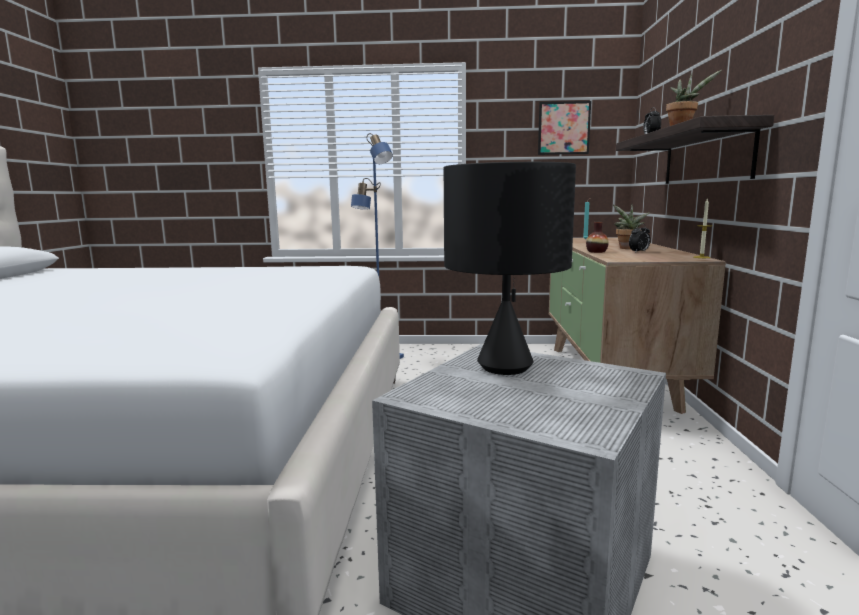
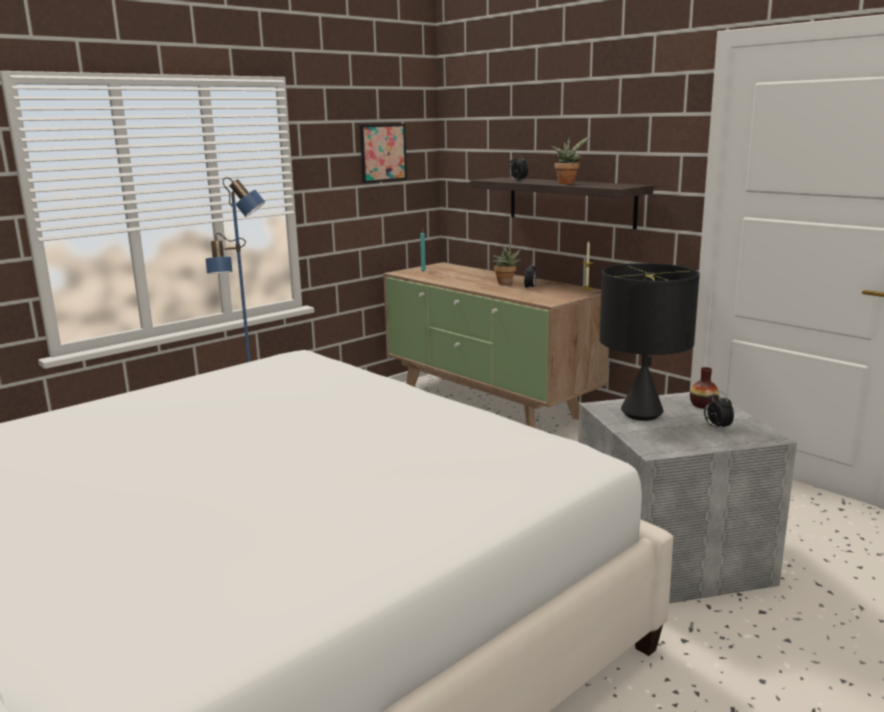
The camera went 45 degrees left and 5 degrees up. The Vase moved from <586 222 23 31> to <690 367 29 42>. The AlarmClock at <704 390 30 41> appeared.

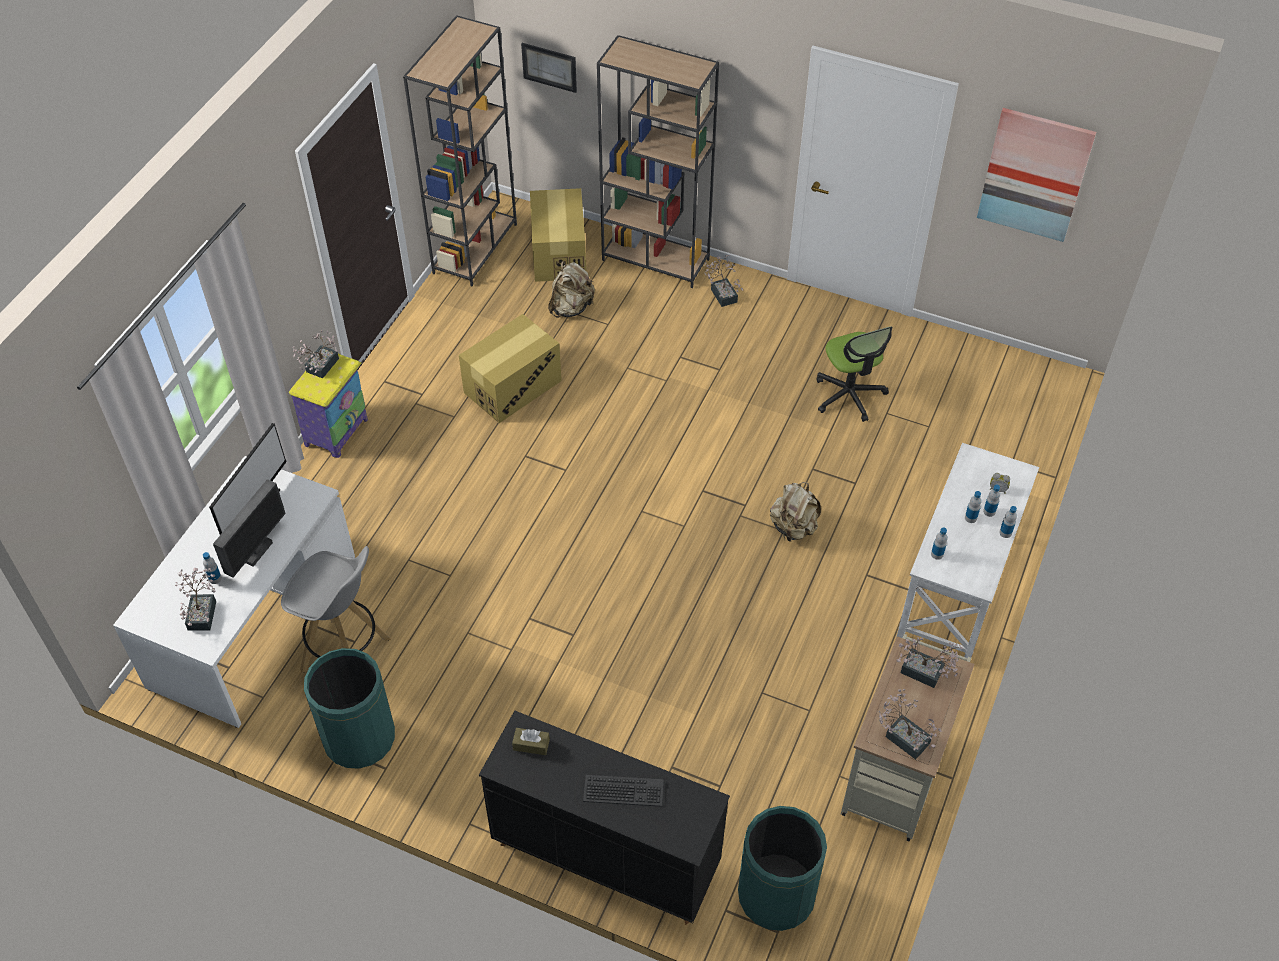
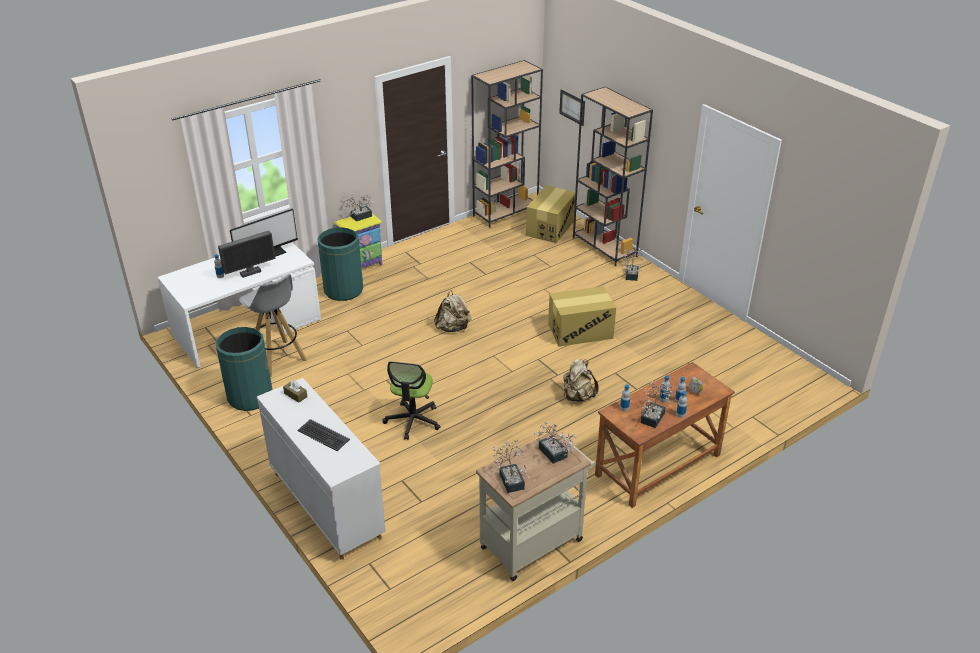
The camera went 30 degrees right and 15 degrees down. The BlackCabinet at <479 711 251 214> became the WhiteCabinet at <257 378 128 182>. The GreenTrashCan moved from <738 806 89 125> to <317 227 46 74>. The OfficeChair moved from <816 326 76 96> to <382 361 58 79>. The BeigeBackpack moved from <548 261 47 57> to <434 290 38 42>. The CardboardBox moved from <459 314 103 109> to <548 286 68 61>. The WhiteDesk at <896 443 143 215> became the BrownDesk at <595 362 140 146>. The PottedPlant moved from <175 568 41 62> to <641 381 32 47>. The Picture at <977 108 119 134> disappeared.

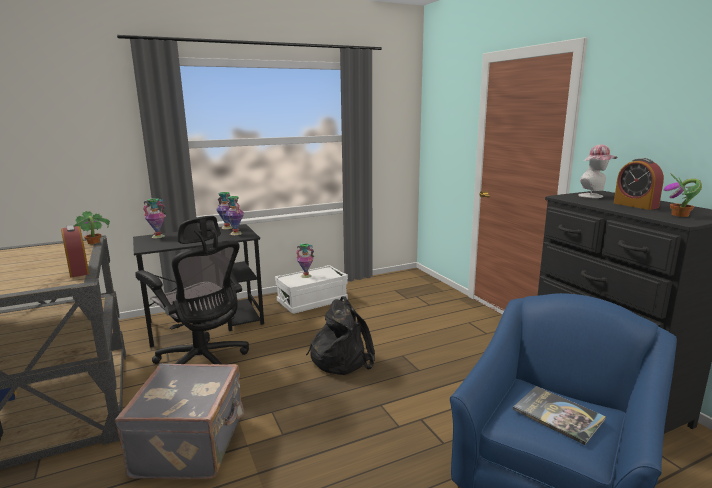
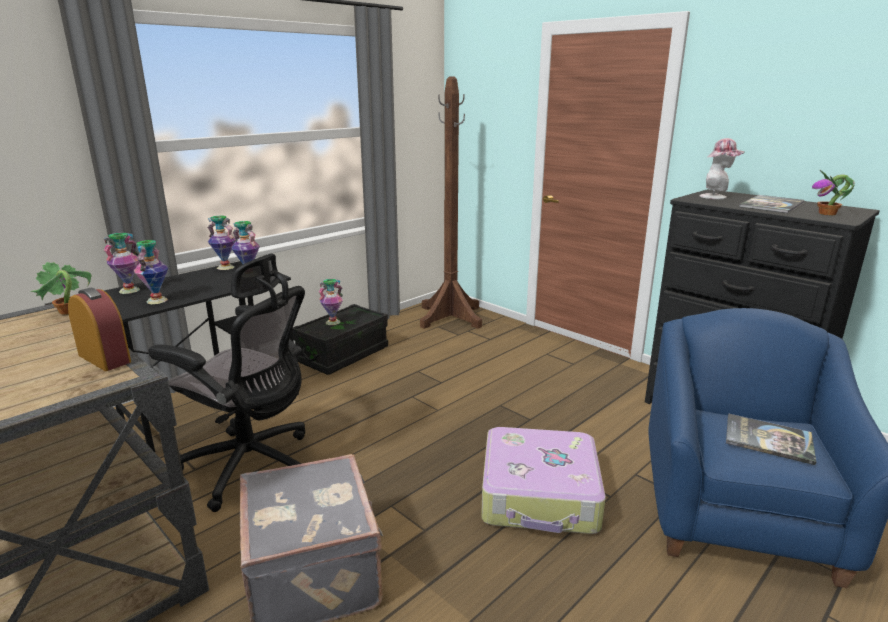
The camera went 20 degrees left and 5 degrees up. The Vase at <134 240 34 64> appeared. The WhiteStorageBox at <275 265 73 49> became the BlackStorageBox at <292 304 96 71>. The BrownClothesRack at <420 76 62 253> appeared. The Suitcase at <481 427 125 107> appeared. The AlarmClock at <614 158 50 52> was replaced by the Book at <739 195 65 18>. The BlackBackpack at <306 296 69 79> disappeared.

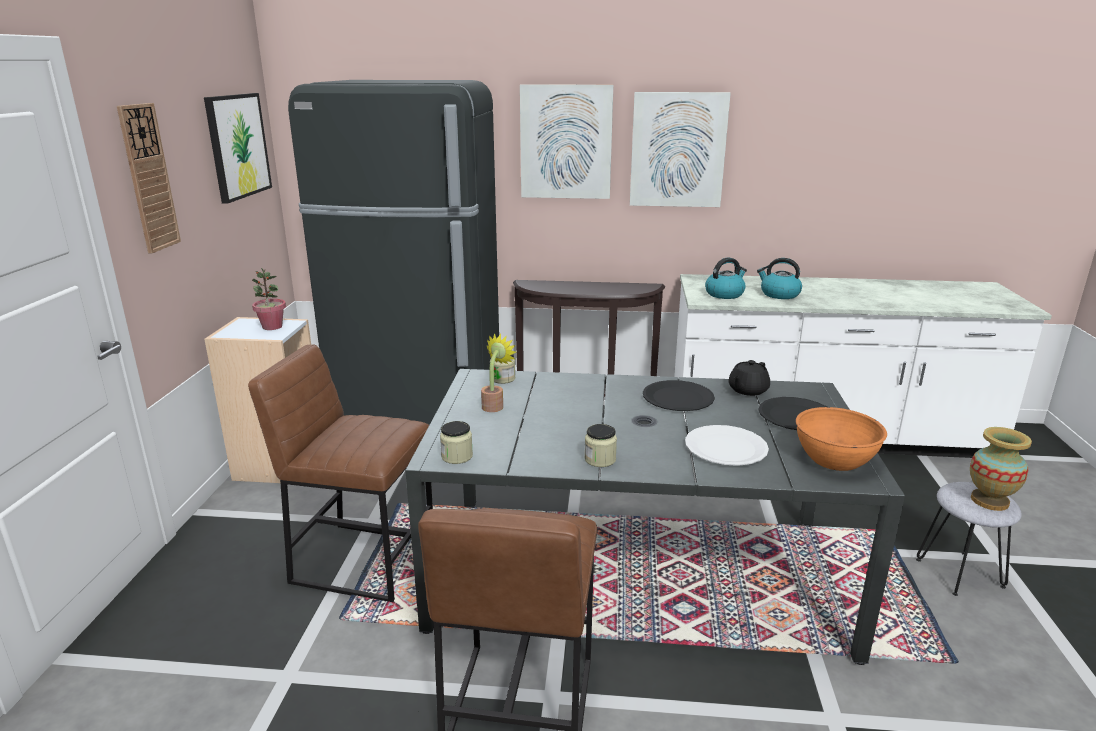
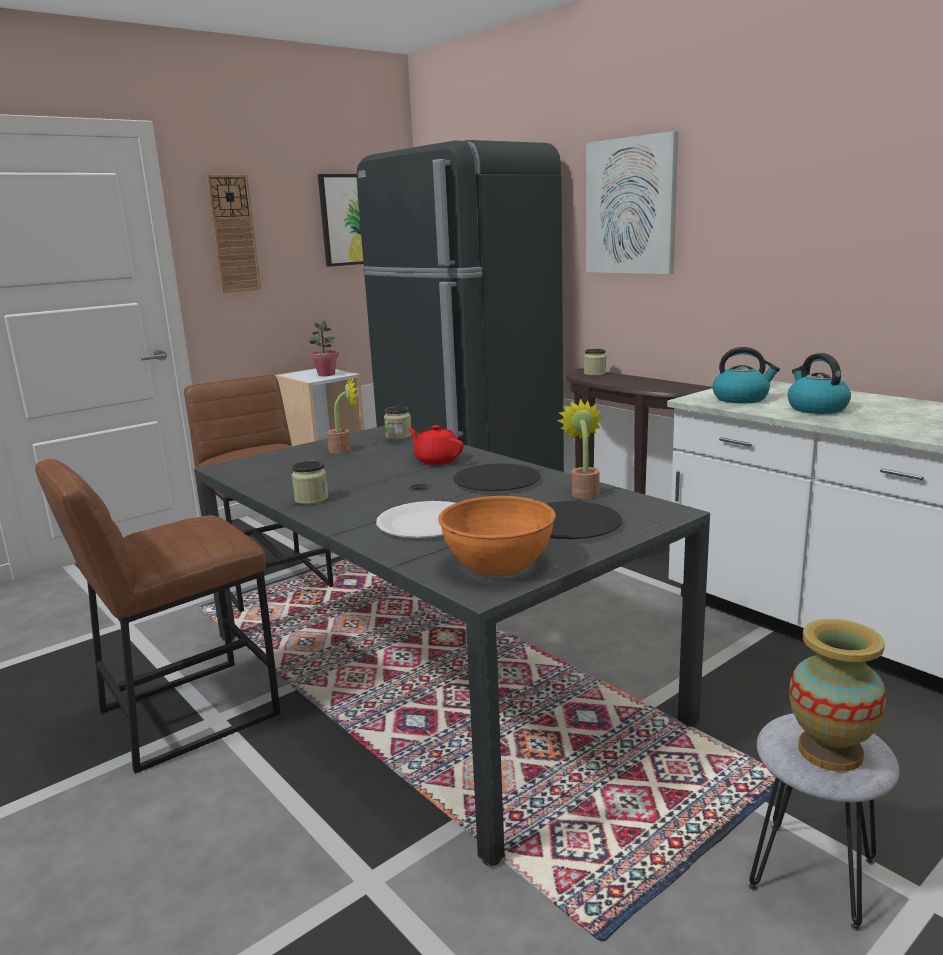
The camera went 45 degrees right and 5 degrees down. The RedTeapot at <408 425 56 40> appeared. The BlackTeapot at <728 360 42 36> was replaced by the PottedPlant at <557 399 45 100>. The Jar moved from <440 421 33 43> to <584 349 22 27>. The Picture at <630 92 101 115> disappeared.

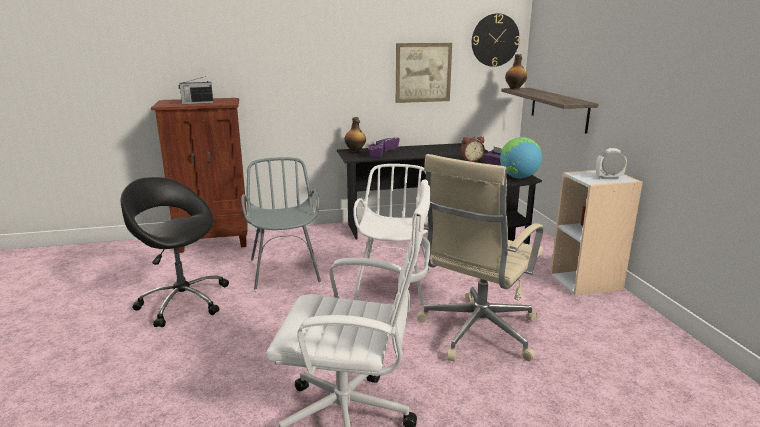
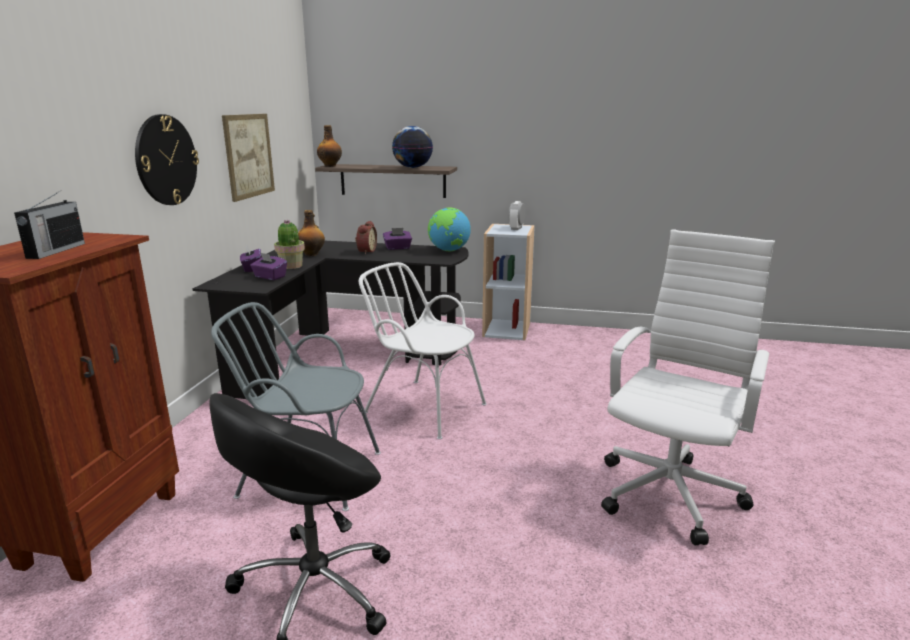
The camera went 65 degrees left and 0 degrees up. The WallClock moved from <472 13 48 54> to <135 114 64 91>. The PottedPlant at <274 220 31 49> appeared. The Bottle moved from <345 117 21 36> to <298 210 27 46>. The Globe at <392 126 41 42> appeared. The BeigeOfficeChair at <417 154 126 207> disappeared.

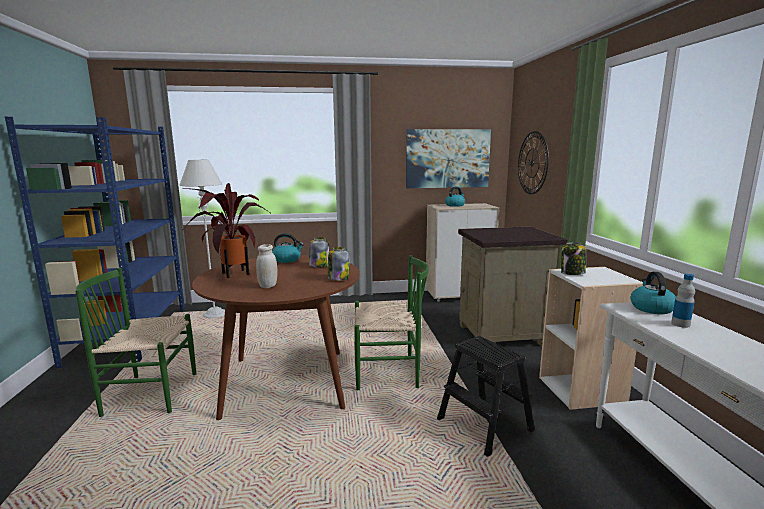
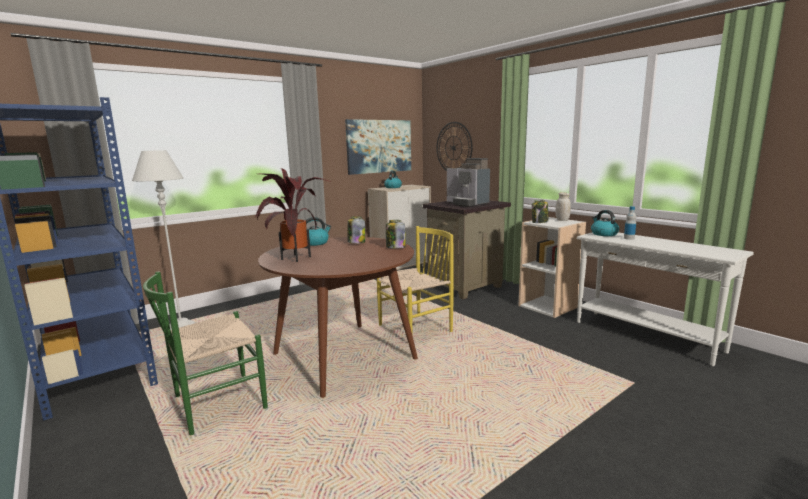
The camera went 30 degrees left and 0 degrees up. The GreenChair at <354 255 75 135> became the YellowChair at <377 226 77 106>. The CoffeeMachine at <447 158 43 49> appeared. The WhiteJar moved from <256 244 22 44> to <555 192 16 29>. The BlackStepLadder at <437 336 98 121> disappeared.

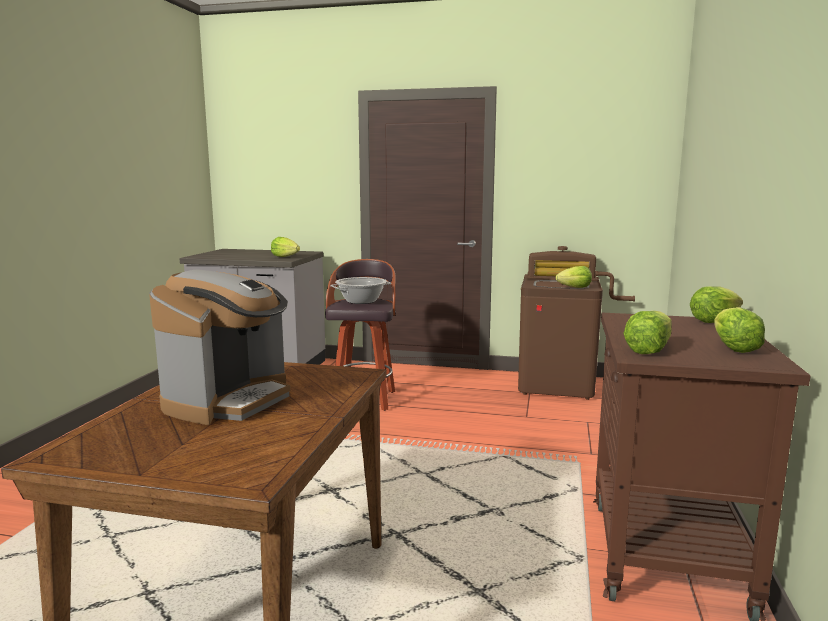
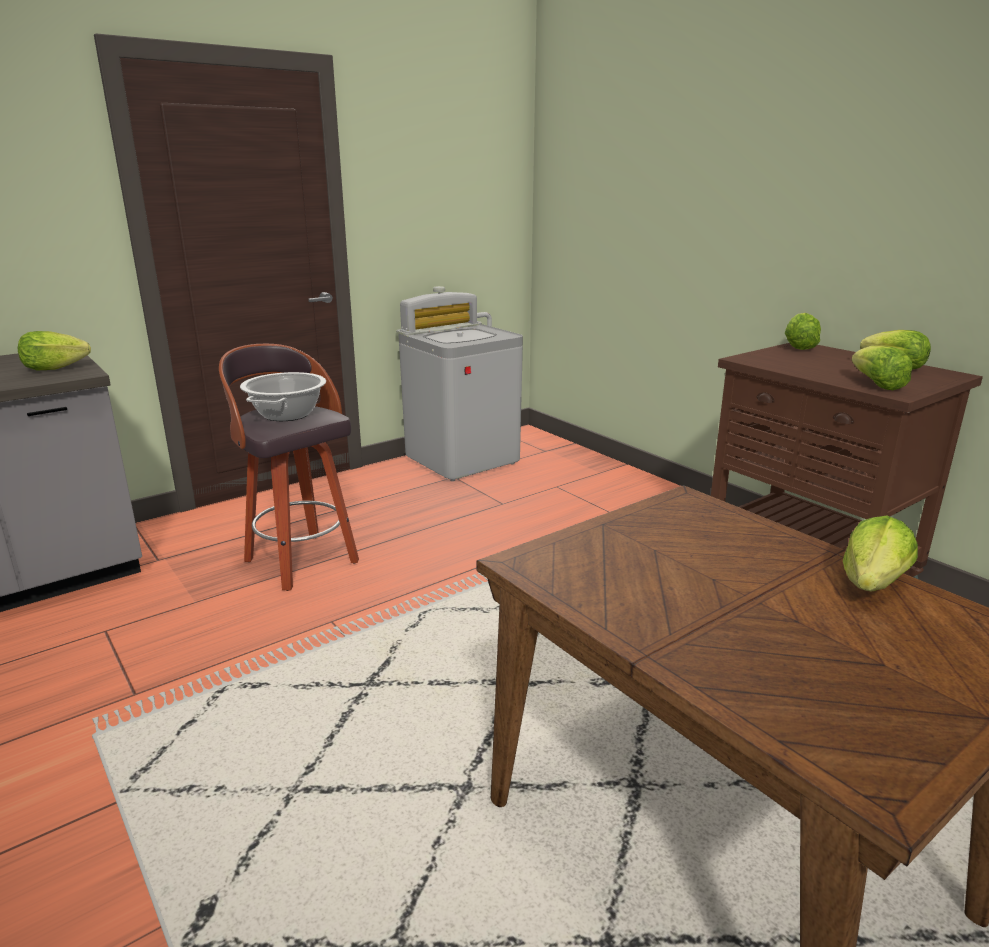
The camera went 50 degrees left and 10 degrees up. The BrownWashingMachine at <518 246 117 154> became the GreyWashingMachine at <396 286 127 195>. The Lettuce moved from <555 266 37 22> to <843 516 75 76>. The CoffeeMachine at <149 270 141 155> disappeared.

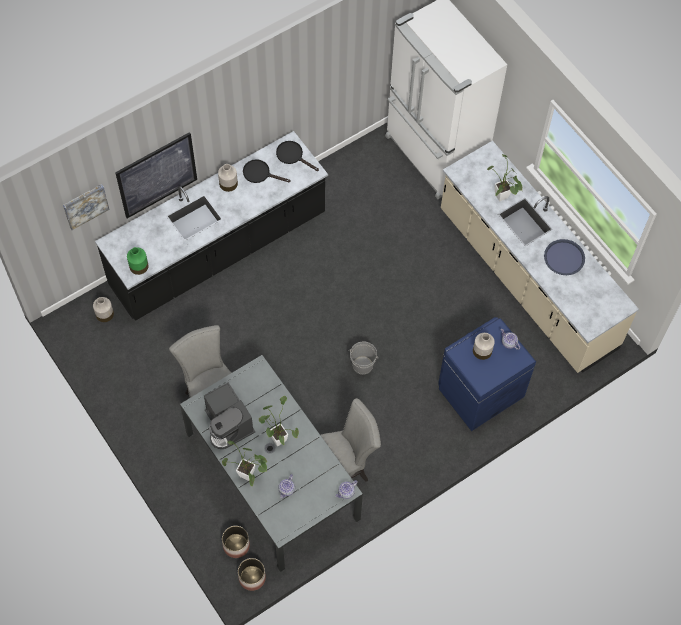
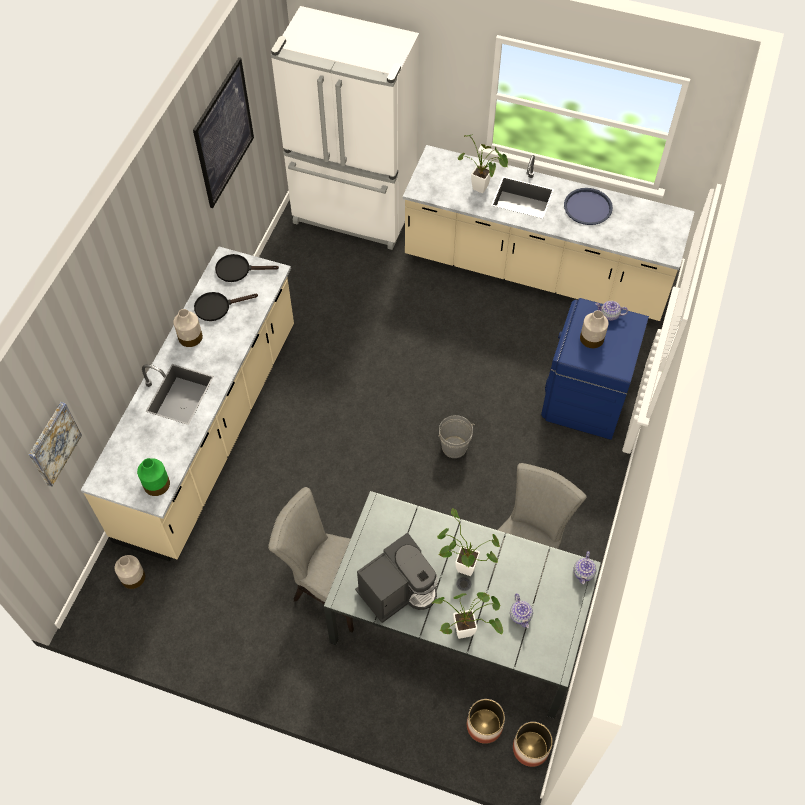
The camera went 35 degrees left and 5 degrees down. The BlackCounter at <95 131 233 190> became the BeigeCounter at <81 246 213 316>. The Picture moved from <115 132 82 86> to <193 57 61 151>. The CoffeeMachine at <204 382 51 67> turned 60 degrees counterclockwise.

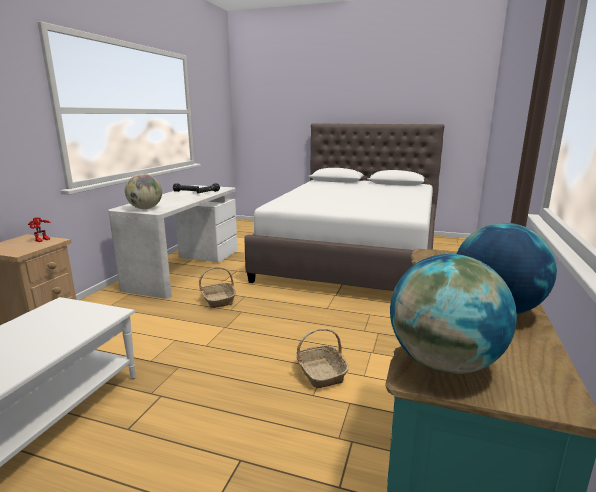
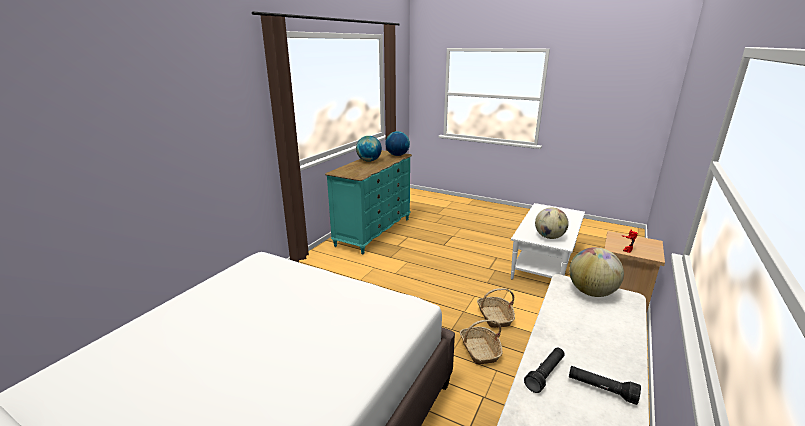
The camera went 170 degrees left and 5 degrees up. The Basket moved from <296 328 52 61> to <477 288 38 40>. The Globe at <535 207 34 32> appeared.

